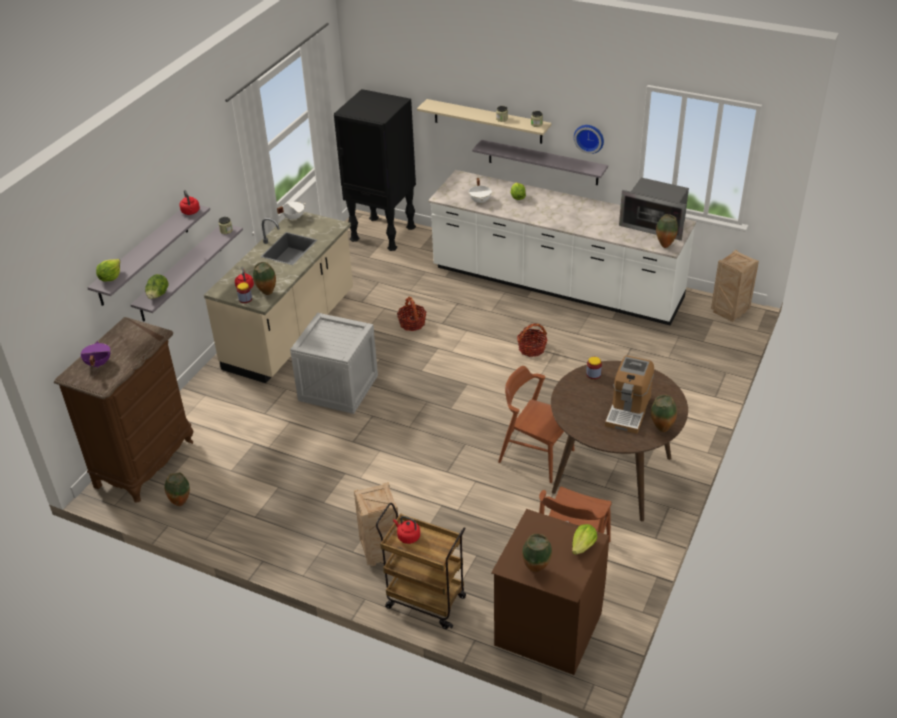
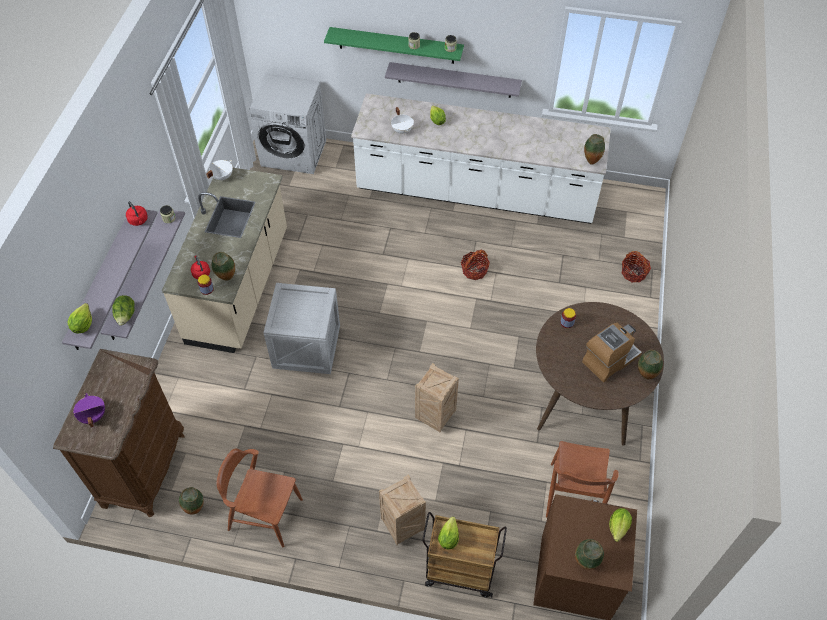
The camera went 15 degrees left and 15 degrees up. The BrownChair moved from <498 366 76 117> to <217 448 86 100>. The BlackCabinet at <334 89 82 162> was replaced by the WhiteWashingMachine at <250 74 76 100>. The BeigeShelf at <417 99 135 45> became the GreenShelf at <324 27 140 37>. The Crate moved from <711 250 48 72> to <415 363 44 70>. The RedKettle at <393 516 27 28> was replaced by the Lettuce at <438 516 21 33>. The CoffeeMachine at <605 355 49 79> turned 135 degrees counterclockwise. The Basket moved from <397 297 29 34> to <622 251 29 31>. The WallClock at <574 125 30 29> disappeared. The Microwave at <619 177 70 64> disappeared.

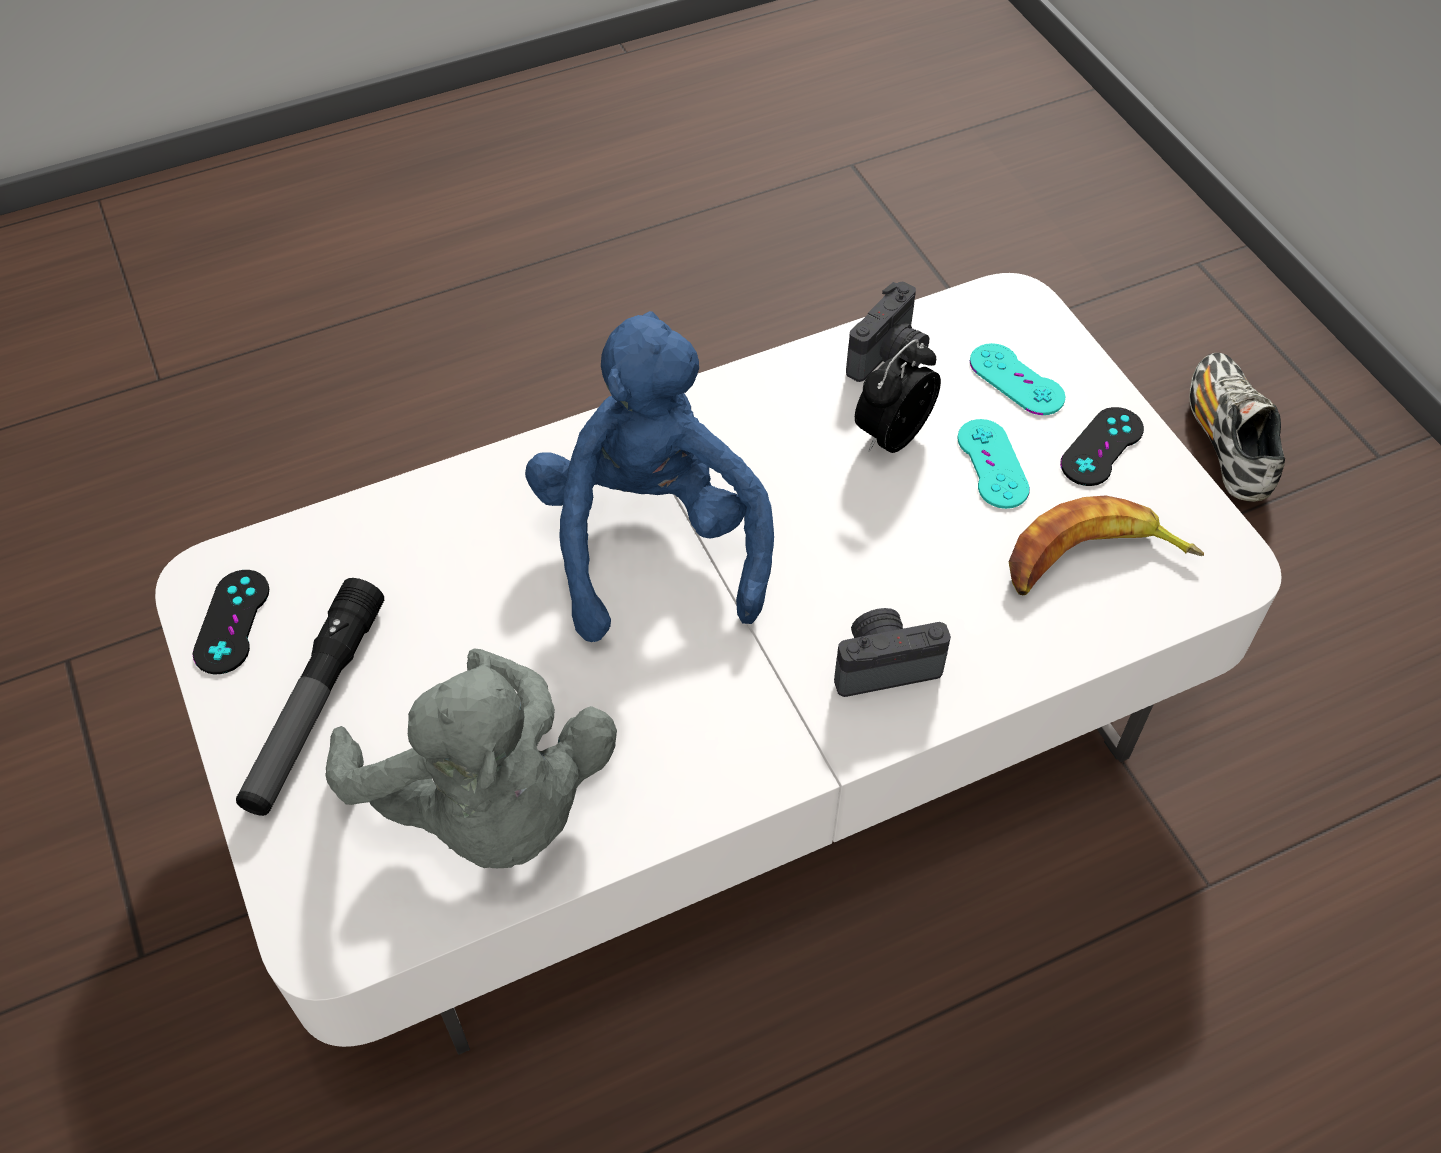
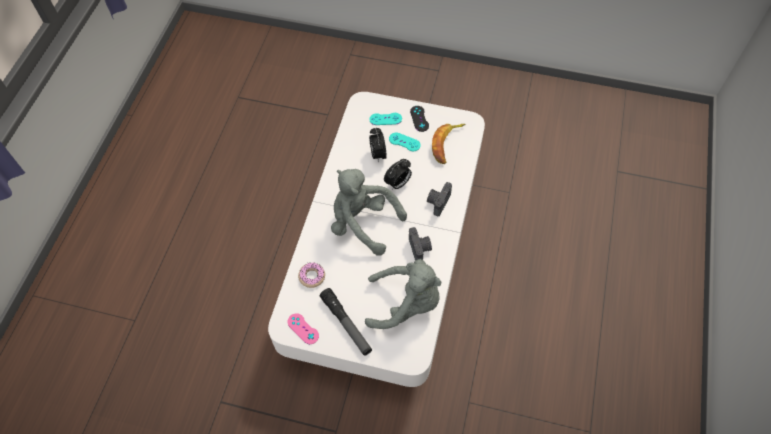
The camera went 50 degrees left and 5 degrees up. The BlackGameController at <192 570 77 104> became the PinkGameController at <287 313 32 31>. The Donut at <298 263 27 25> appeared. The BluePlushToy at <525 311 249 331> became the GreyPlushToy at <331 169 76 86>. The AlarmClock at <384 159 28 31> appeared. The PhotoCamera moved from <846 282 83 100> to <409 227 23 34>. The Shoe at <1189 353 96 149> disappeared.

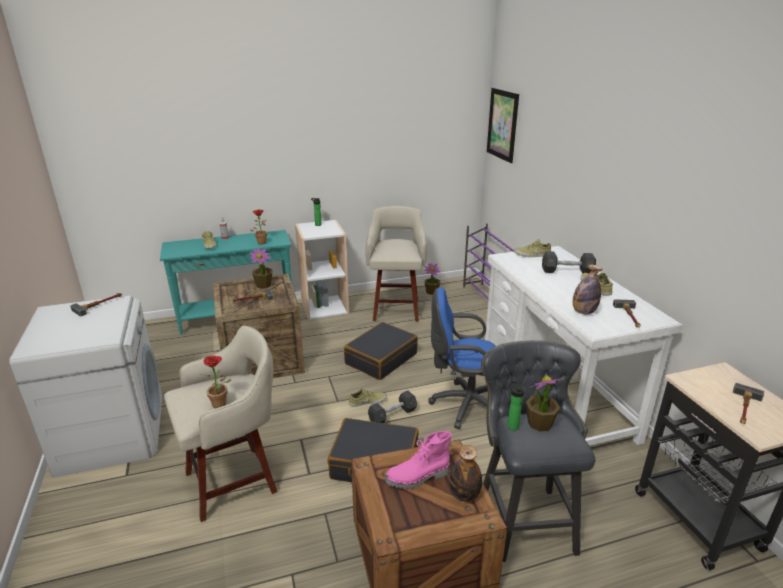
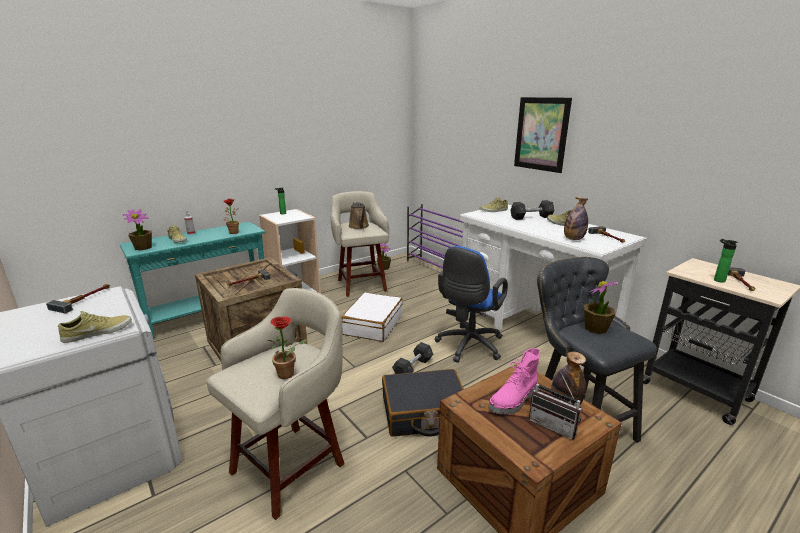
The camera went 20 degrees left and 5 degrees down. The BeigeShoe moved from <349 389 38 18> to <58 311 74 32>. The PottedPlant moved from <249 248 24 41> to <123 209 29 41>. The BlackSuitcase at <344 322 74 58> became the WhiteSuitcase at <341 292 62 50>. The BrownWateringCan at <349 202 20 27> appeared. The BlueOfficeChair at <428 288 67 141> turned 45 degrees counterclockwise. The Picture moved from <487 88 32 75> to <514 97 58 76>. The Radio at <529 372 52 68> appeared. The Bottle moved from <507 381 17 49> to <714 239 24 44>.

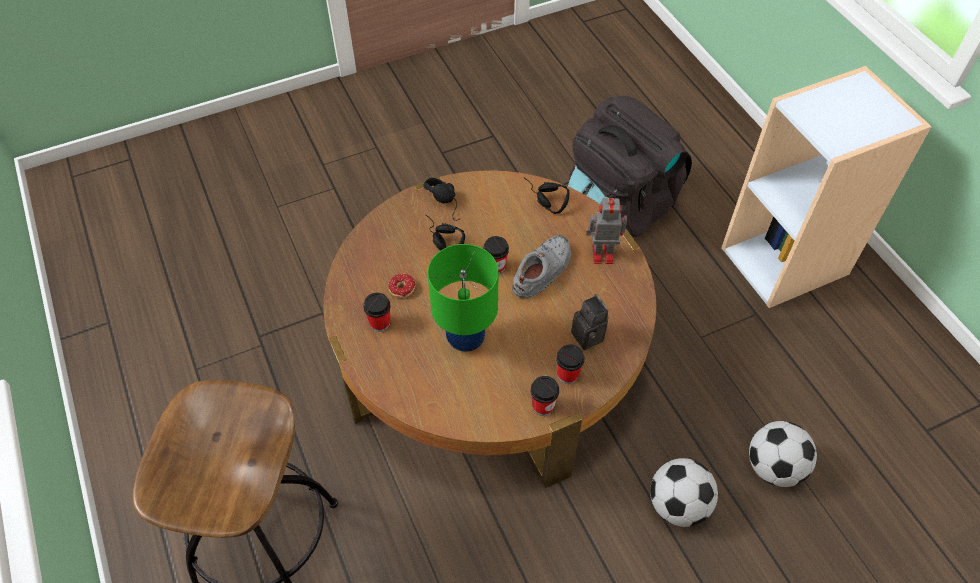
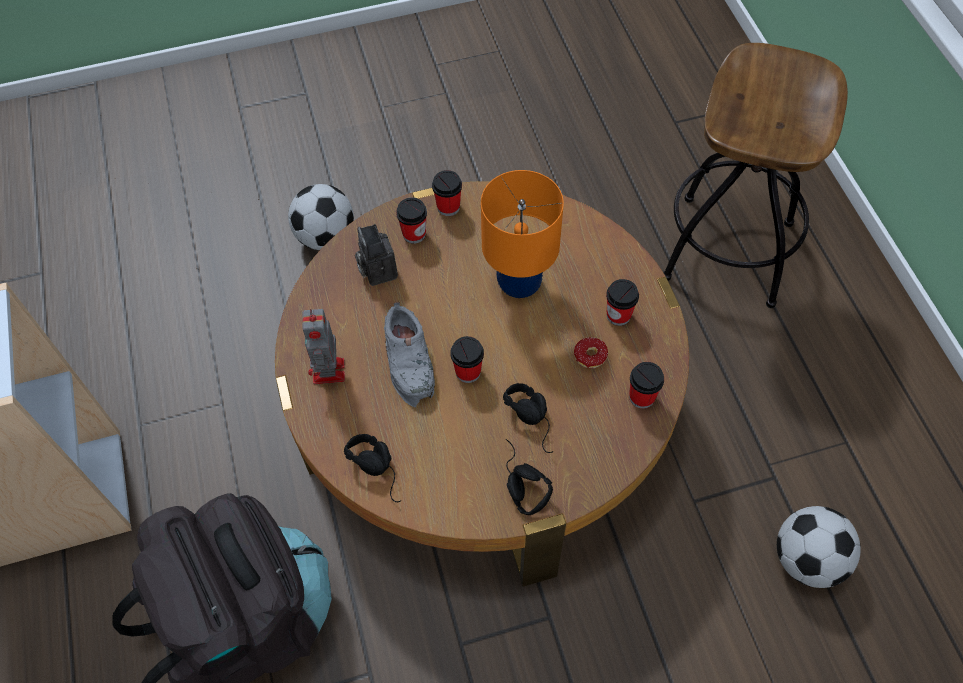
The camera went 170 degrees left and 5 degrees up. The ToyRobot at <586 195 41 69> turned 75 degrees clockwise. The GreyShoe at <512 235 59 63> turned 60 degrees counterclockwise. The GreenTableLamp at <428 244 71 108> became the OrangeTableLamp at <481 170 83 128>. The Cup at <629 362 35 47> appeared. The Football moved from <749 421 68 66> to <777 506 84 82>.

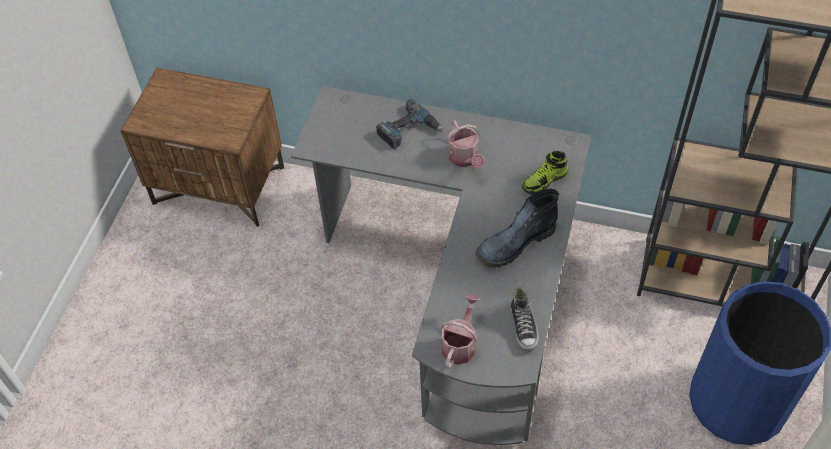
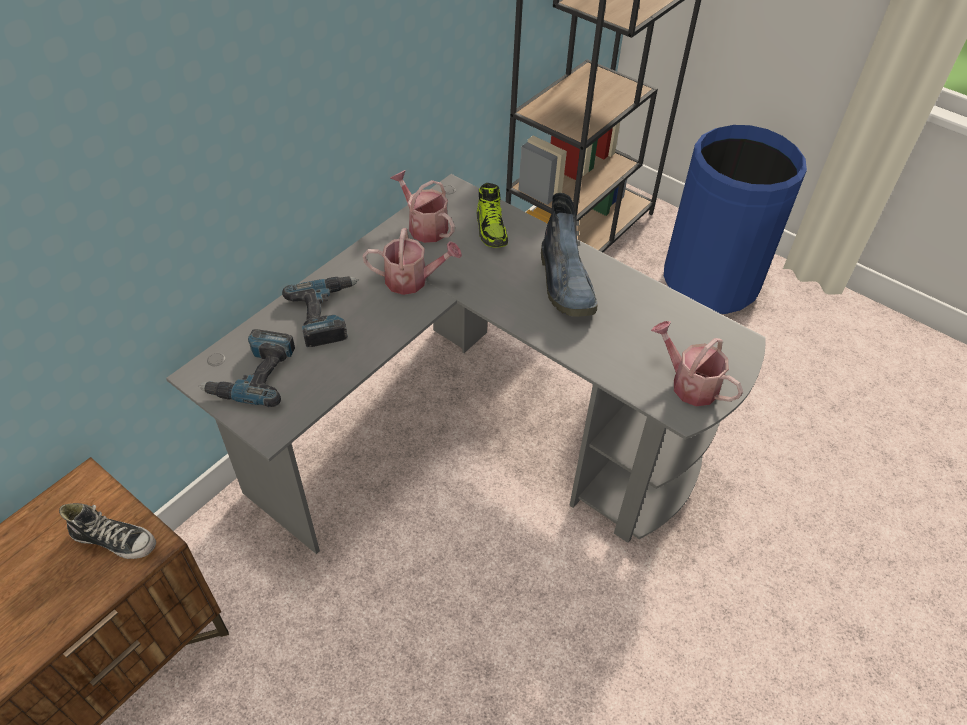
The camera went 70 degrees left and 5 degrees down. The Shoe moved from <511 287 28 64> to <59 503 97 56>. The PowerDrill at <198 329 97 78> appeared. The WateringCan at <390 170 65 73> appeared.

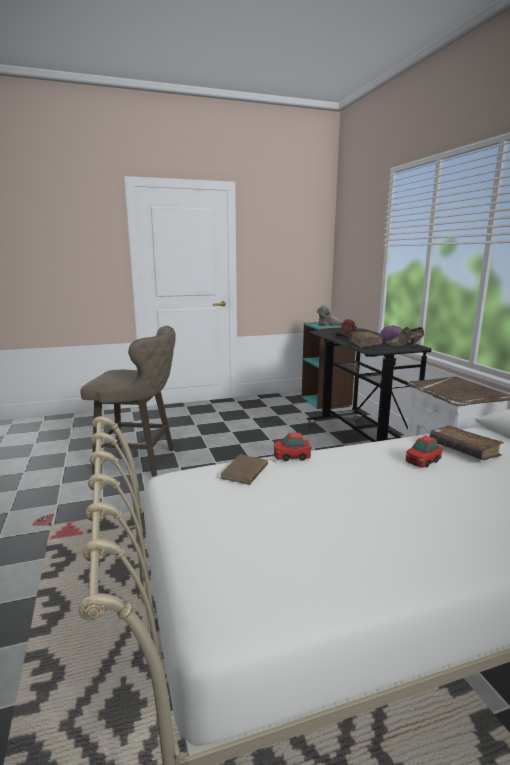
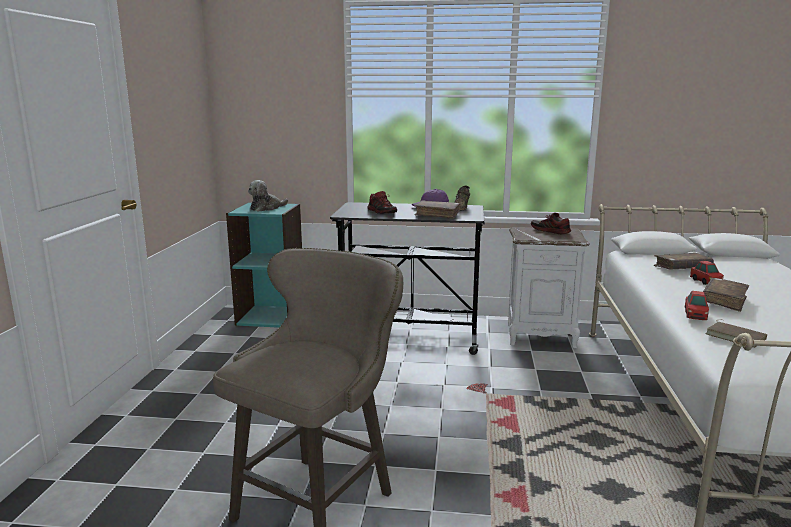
The camera went 65 degrees left and 0 degrees up. The Shoe at <531 212 40 22> appeared. The BrownBook at <703 278 46 34> appeared.

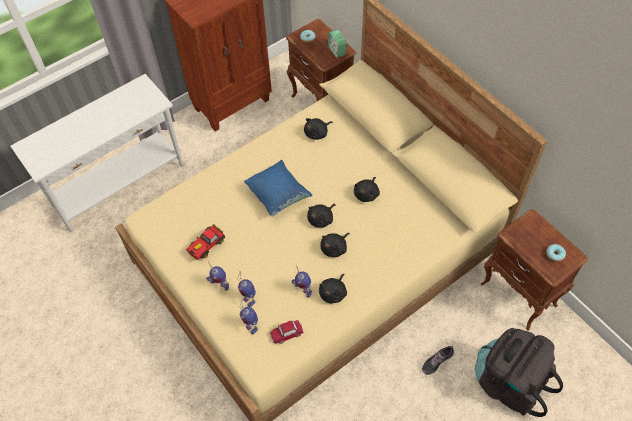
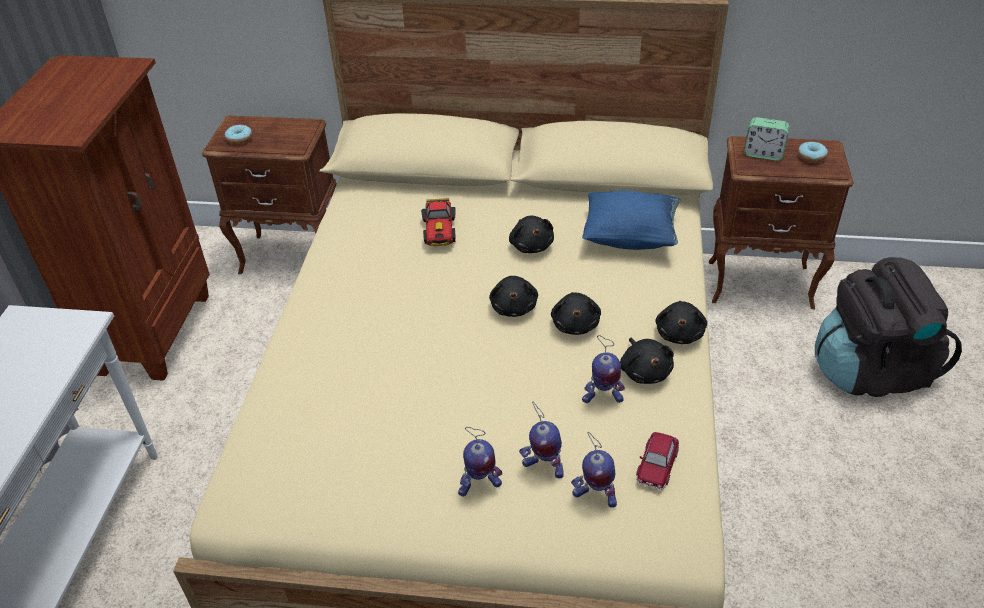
The camera went 45 degrees left and 15 degrees down. The ToyCar moved from <186 224 39 36> to <421 198 35 48>. The BluePillow moved from <244 160 68 56> to <582 190 99 60>. The BlackPlushToy moved from <304 118 29 22> to <656 301 51 43>. The AlarmClock moved from <328 30 19 28> to <744 117 46 44>. The Shoe at <422 346 32 29> disappeared.

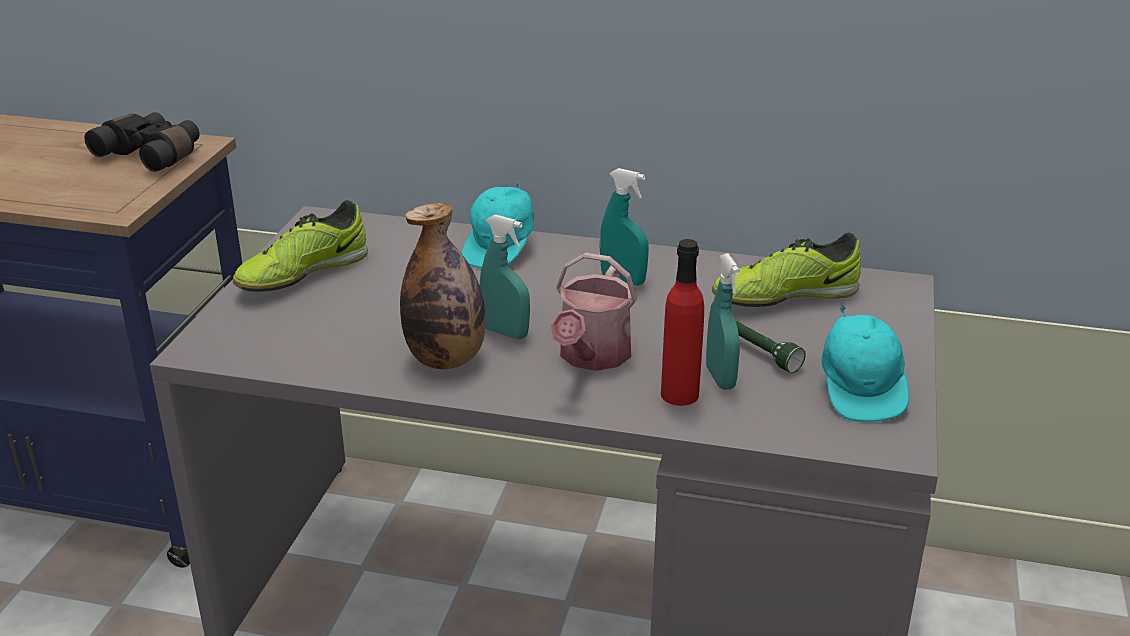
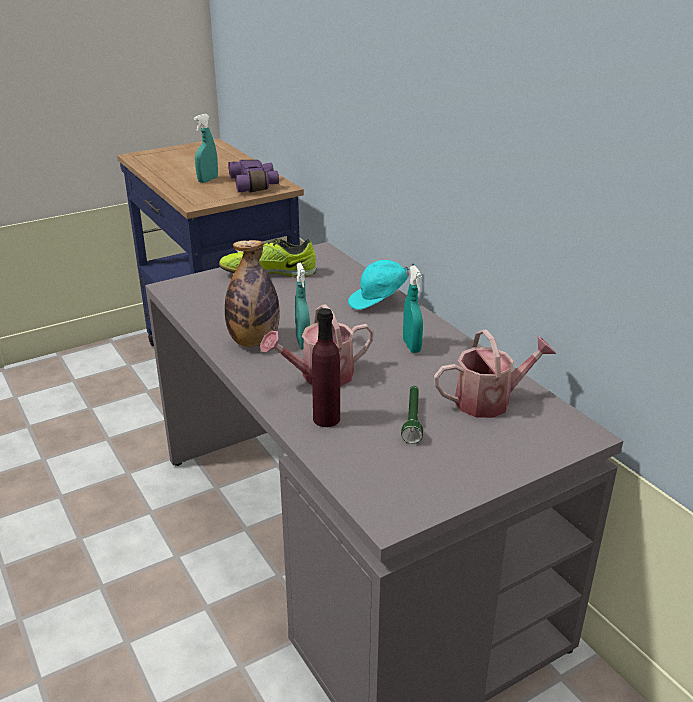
The camera went 45 degrees right and 0 degrees up. The TurquoiseSprayBottle moved from <706 253 34 137> to <194 114 24 69>. The BlackBinoculars at <85 112 115 60> became the PurpleBinoculars at <228 160 51 33>. The RedBottle at <661 239 43 167> became the PurpleBottle at <312 308 28 119>. The Shoe at <712 232 149 75> was replaced by the WateringCan at <434 329 122 89>. The TurquoiseCap at <821 304 88 118> disappeared.

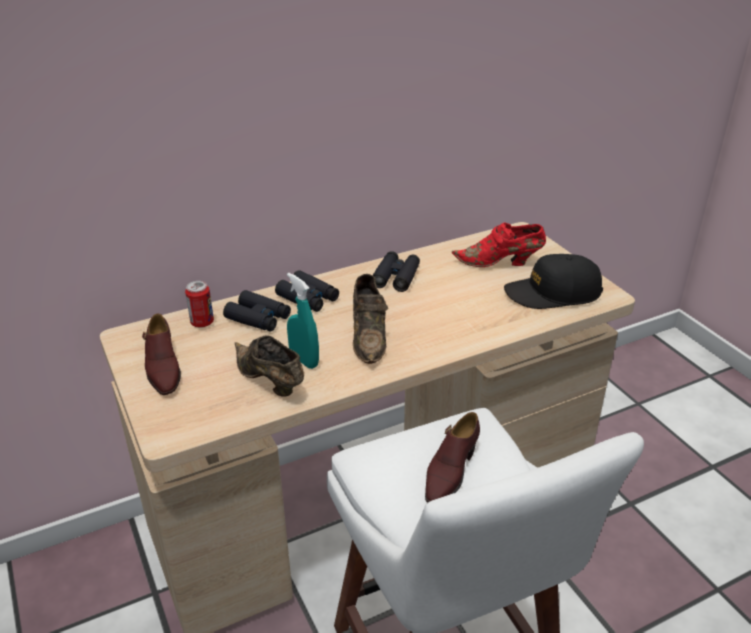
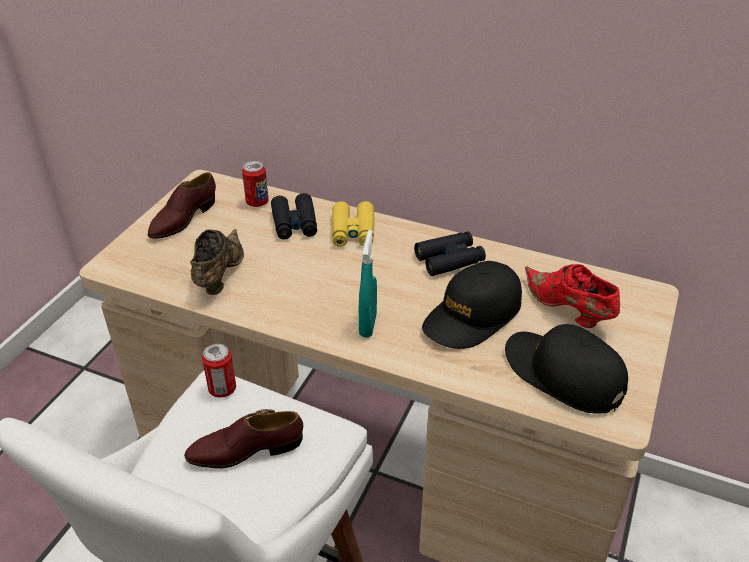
The camera went 50 degrees right and 5 degrees up. The Can at <202 344 34 54> appeared. The BlackBinoculars at <275 270 64 42> became the YellowBinoculars at <332 201 42 46>. The TurquoiseSprayBottle moved from <287 273 32 96> to <359 230 18 108>. The BlackCap at <422 261 100 88> appeared. The BrownShoe at <353 274 35 90> disappeared.

